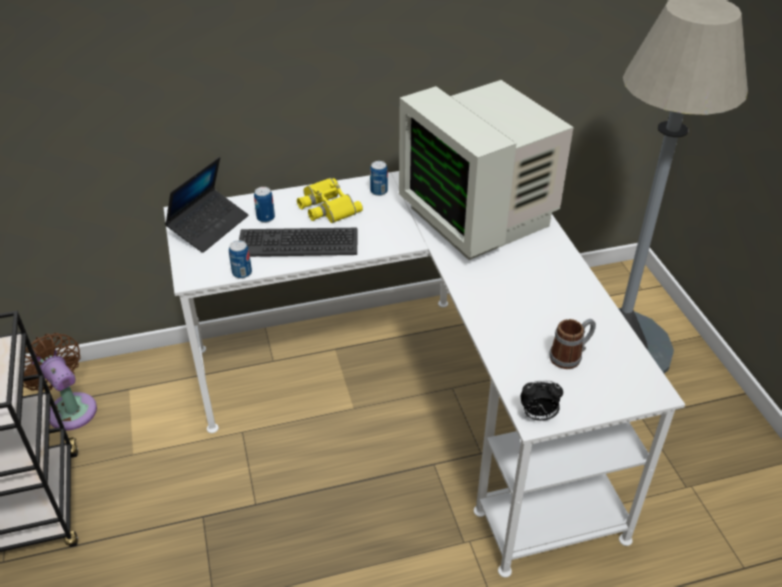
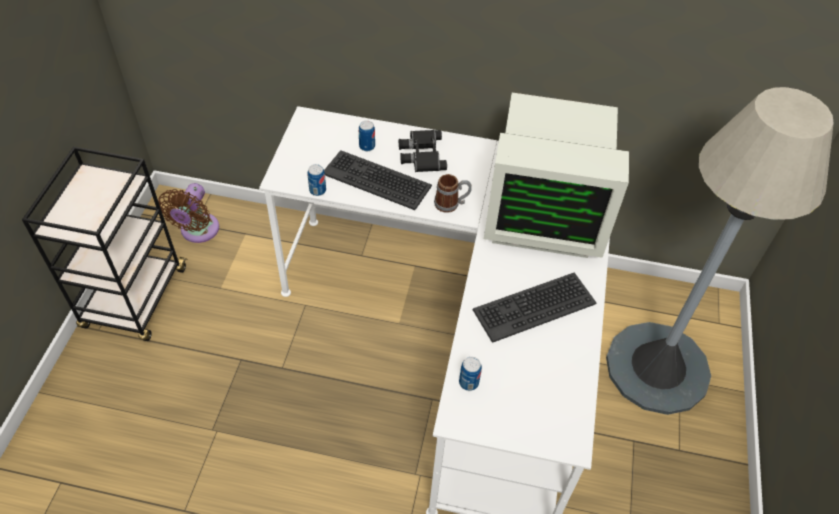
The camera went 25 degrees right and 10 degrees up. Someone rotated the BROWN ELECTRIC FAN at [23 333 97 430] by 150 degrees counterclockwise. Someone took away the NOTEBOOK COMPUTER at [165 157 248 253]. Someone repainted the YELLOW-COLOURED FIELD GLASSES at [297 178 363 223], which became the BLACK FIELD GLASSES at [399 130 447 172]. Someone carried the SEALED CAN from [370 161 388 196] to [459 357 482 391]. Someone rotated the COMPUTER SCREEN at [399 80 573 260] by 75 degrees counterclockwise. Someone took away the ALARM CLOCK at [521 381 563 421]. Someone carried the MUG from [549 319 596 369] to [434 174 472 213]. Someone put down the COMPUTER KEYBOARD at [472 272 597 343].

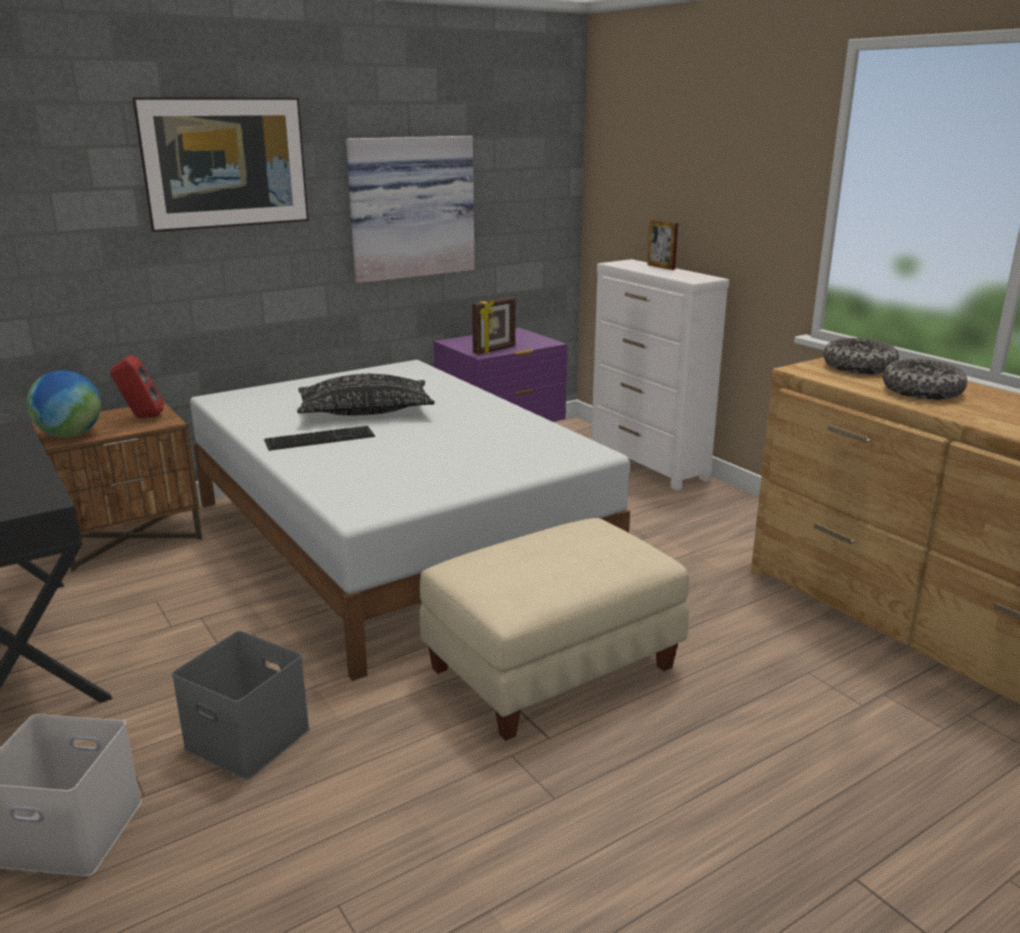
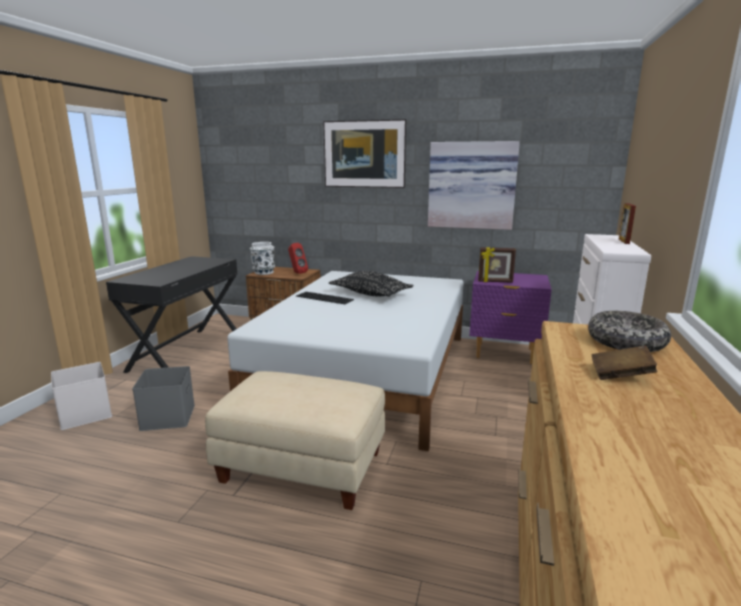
The camera went 50 degrees right and 5 degrees down. Someone swapped the GLOBE at [27 370 101 437] for the WHITE FLOWER VASE at [250 242 275 275]. Someone swapped the DEEP DISH at [883 359 967 400] for the BROWN BOUND BOOK at [591 346 658 380].

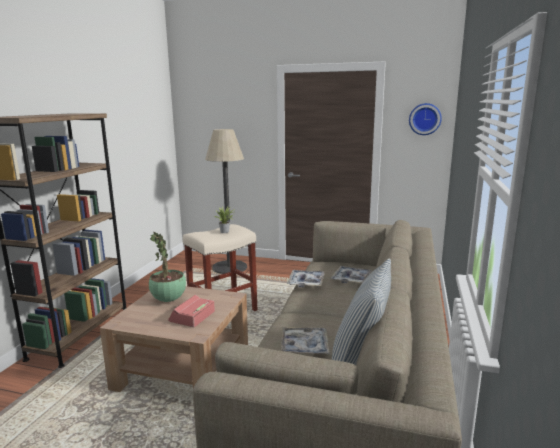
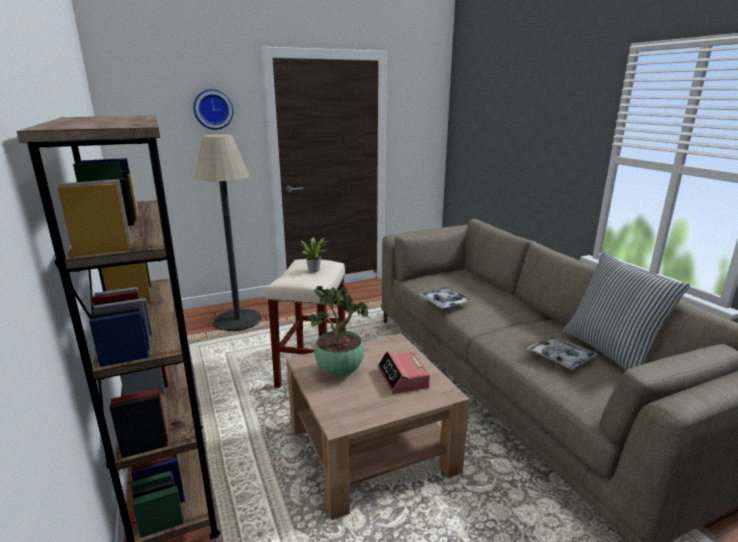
The camera went 40 degrees left and 5 degrees up. Someone took away the CARRYING TRAY at [331 266 372 284]. Someone carried the CLOCK ON THE WALL from [409 103 442 135] to [193 89 233 130].

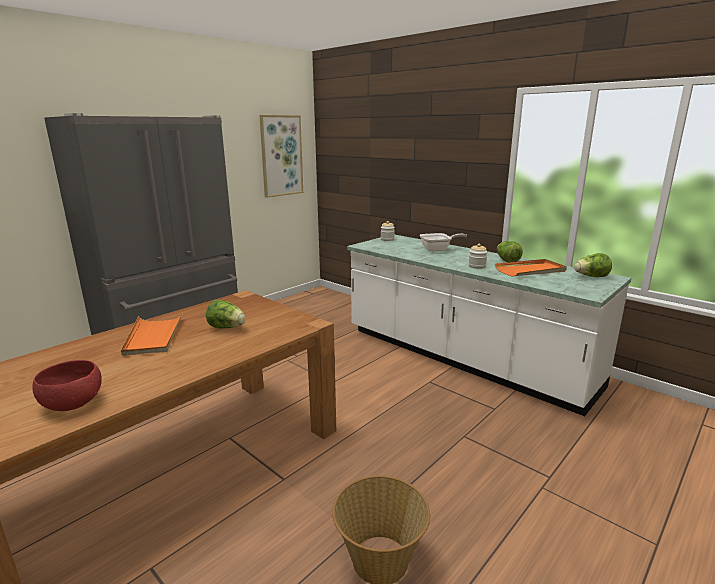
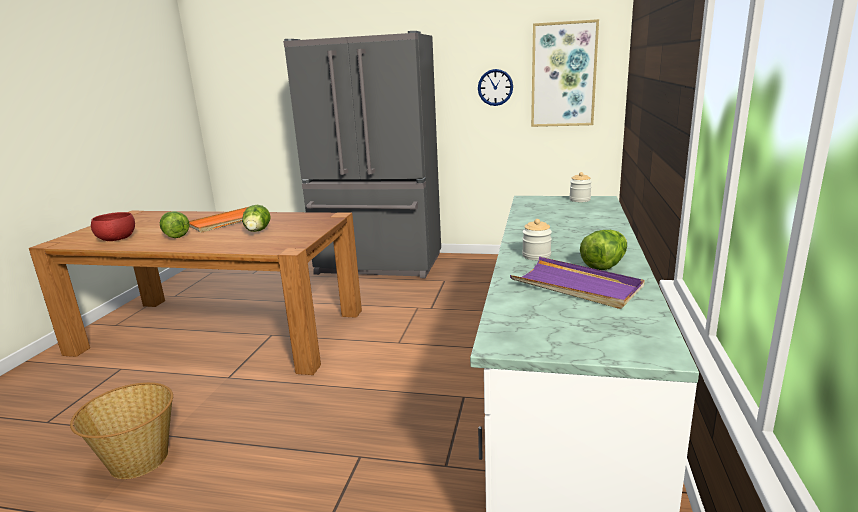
The camera went 60 degrees right and 0 degrees up. Someone took away the FRYING PAN at [420 233 467 252]. Someone repainted the ORANGEY CARRYING TRAY at [495 259 567 277], which became the PURPLE CARRYING TRAY at [510 257 645 309]. Someone carried the LETTUCE HEAD from [574 253 612 277] to [160 211 190 238]. Someone put up the CLOCK ON THE WALL at [478 69 513 106].

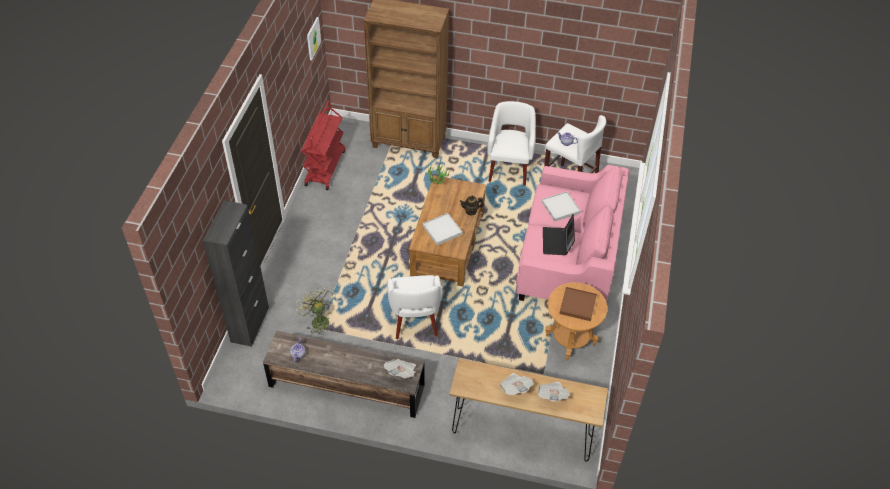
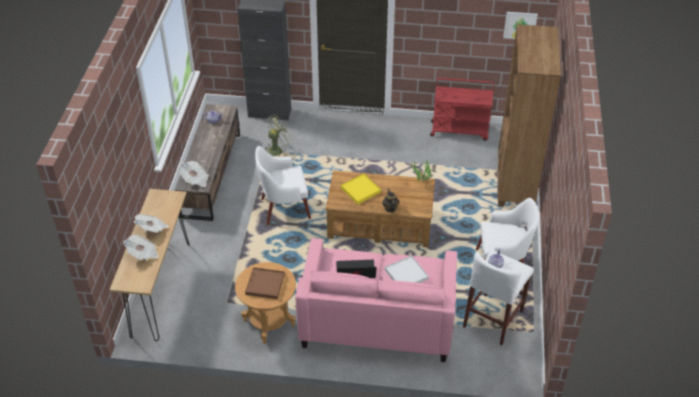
The camera went 85 degrees right and 5 degrees down. Someone repainted the WHITE CARRYING TRAY at [423 213 463 245], which became the YELLOW-COLOURED CARRYING TRAY at [341 174 381 204].

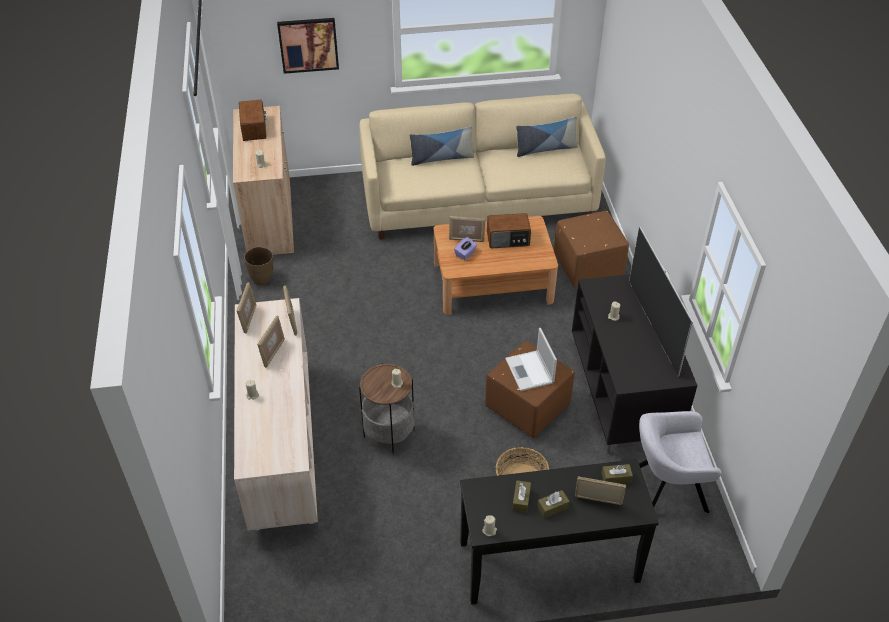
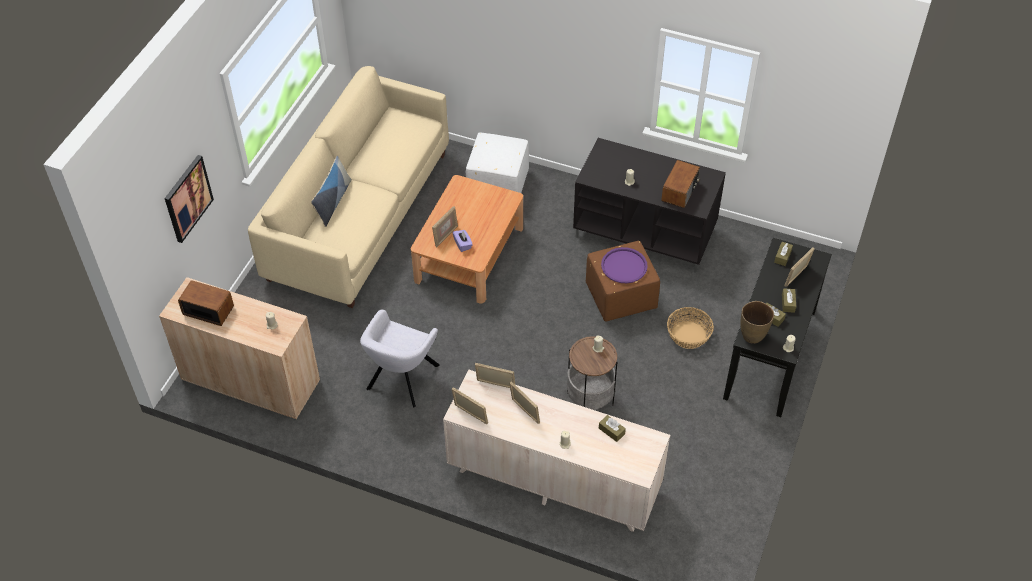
The camera went 60 degrees left and 5 degrees up. Someone carried the BROWN FLOWER VASE from [244 247 273 285] to [740 301 774 344]. Someone carried the RADIO SET from [487 213 531 248] to [661 160 700 208]. Someone swapped the NOTEBOOK COMPUTER at [505 328 557 391] for the PURPLE CARRYING TRAY at [601 247 648 283]. Someone took away the THROW PILLOW at [516 117 578 157]. Someone repainted the BROWN POUFFE at [554 211 629 286], which became the WHITE POUFFE at [466 132 529 193]. Someone took away the TELEVISION at [629 227 693 377]. Someone carried the GRAY EASY CHAIR from [639 411 722 513] to [360 310 440 407]. Someone put down the BROWN TISSUE HOLDER at [599 415 626 442].

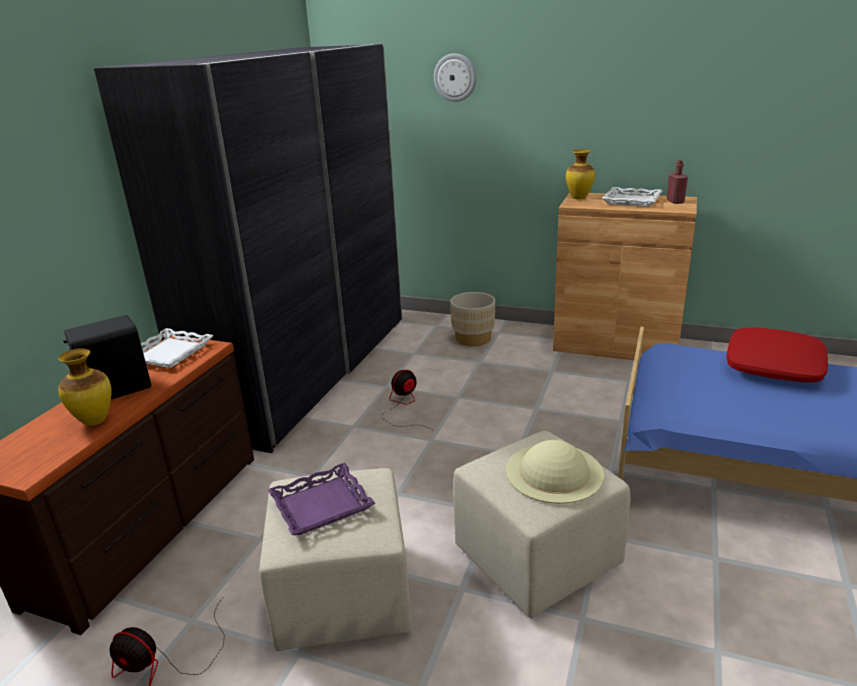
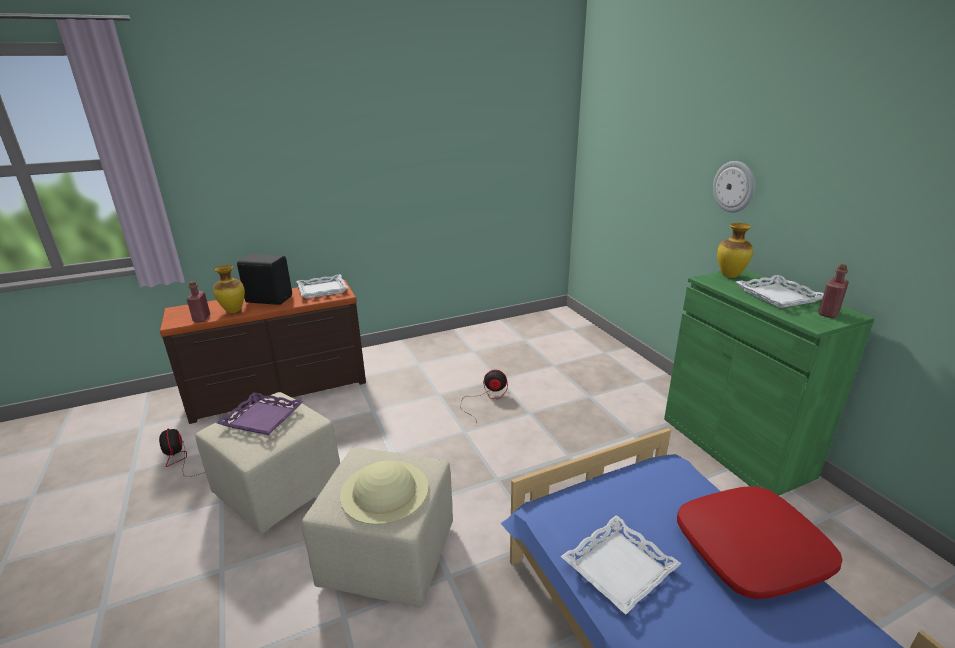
The camera went 45 degrees right and 0 degrees up. Someone took away the GRAY CLOTHES CUPBOARD at [94 44 402 453]. Someone carried the CLOCK ON THE WALL from [434 53 477 102] to [713 161 755 213]. Someone took away the BEIGE PLANTER at [450 292 495 346]. Someone repainted the BROWN STORAGE CABINET at [553 192 697 360], which became the GREEN STORAGE CABINET at [664 269 874 496]. Someone put down the RED BEVERAGE BOTTLE at [187 281 210 322]. Someone put down the WHITE CARRYING TRAY at [561 515 682 615].

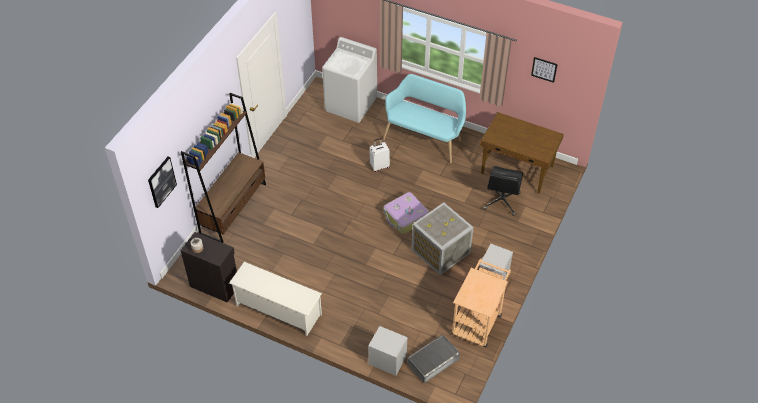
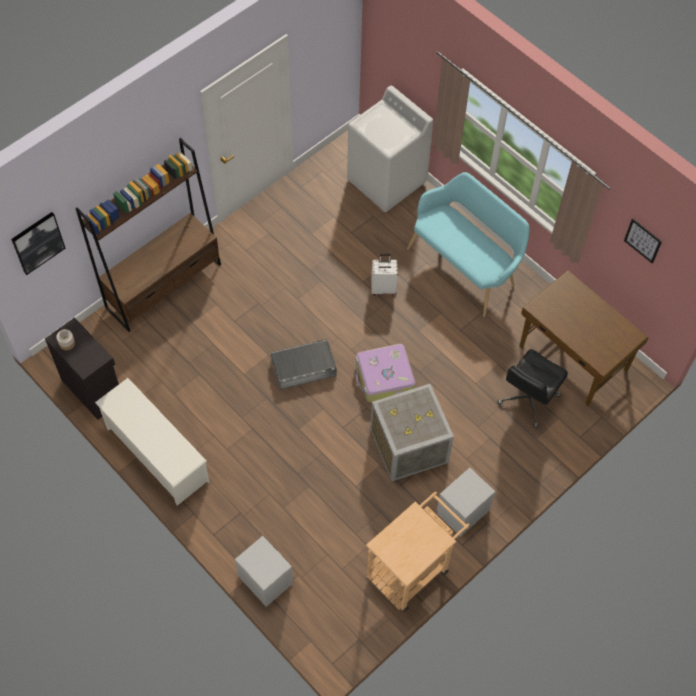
The camera went 20 degrees right and 10 degrees up. Someone carried the GRAY STORAGE BIN from [407 335 460 383] to [271 339 337 390].

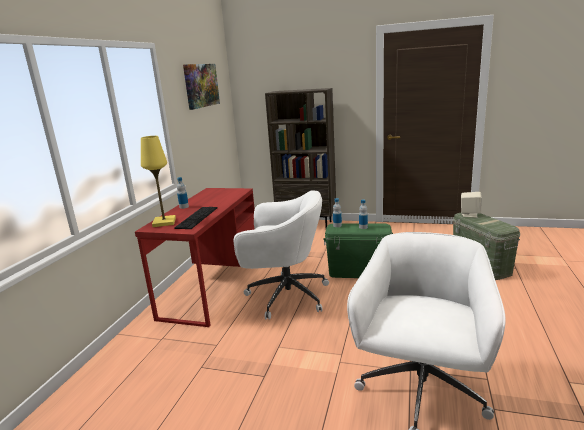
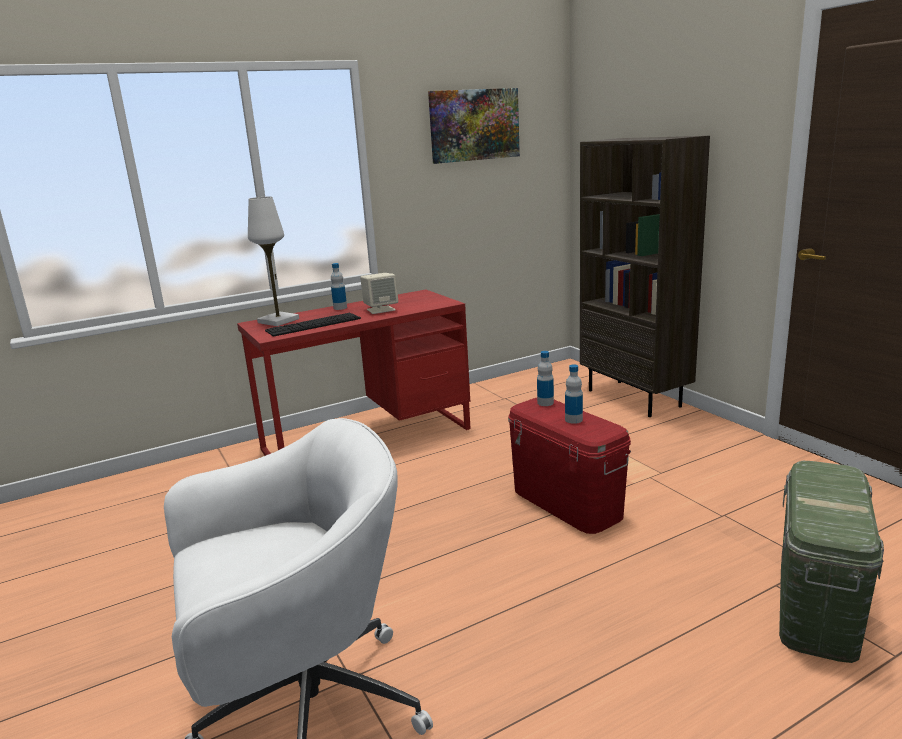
The camera went 45 degrees right and 0 degrees up. Someone repainted the YELLOW-COLOURED TABLE LAMP at [141 136 176 227], which became the WHITE TABLE LAMP at [248 197 299 326]. Someone took away the WHITE DESK CHAIR at [234 190 329 320]. Someone repainted the GREEN STORAGE BIN at [324 223 393 278], which became the RED STORAGE BIN at [508 398 631 534]. Someone carried the BEIGE LOUDSPEAKER from [461 192 482 218] to [360 273 398 314].

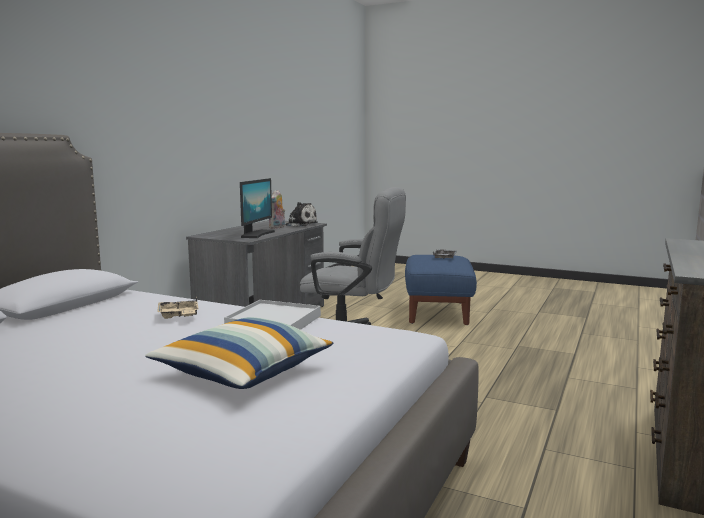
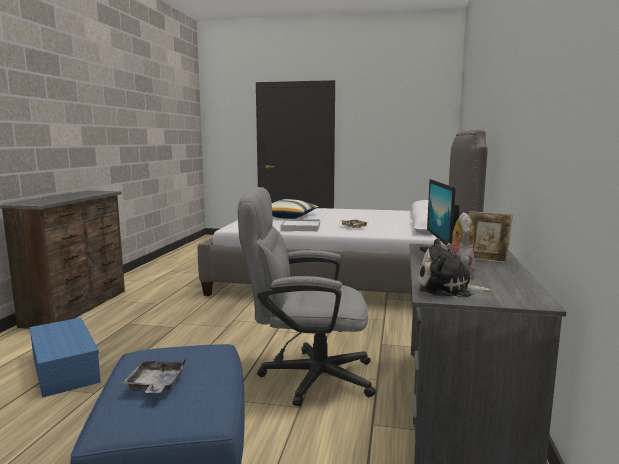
The camera went 165 degrees right and 0 degrees up. Someone put down the BLUE-COLOURED STORAGE BIN at [29 318 101 398]. Someone put down the STANDING FRAME at [469 211 513 264].

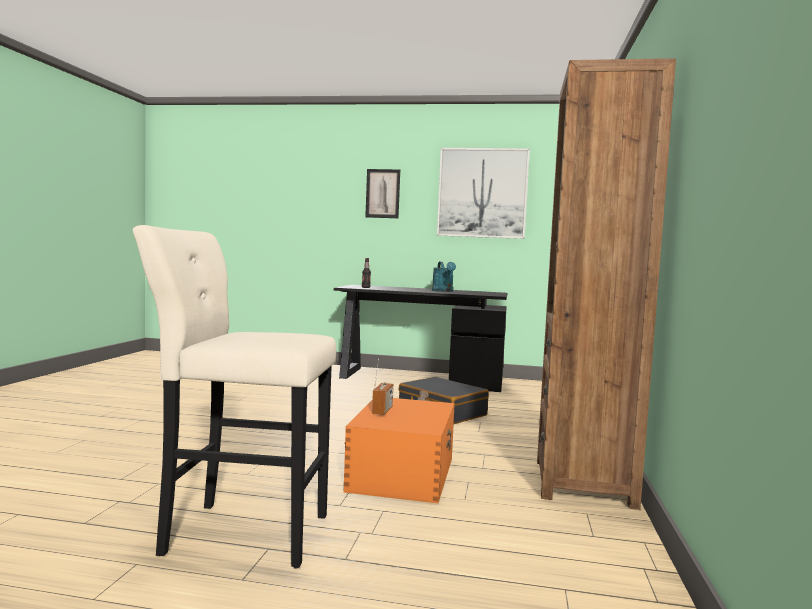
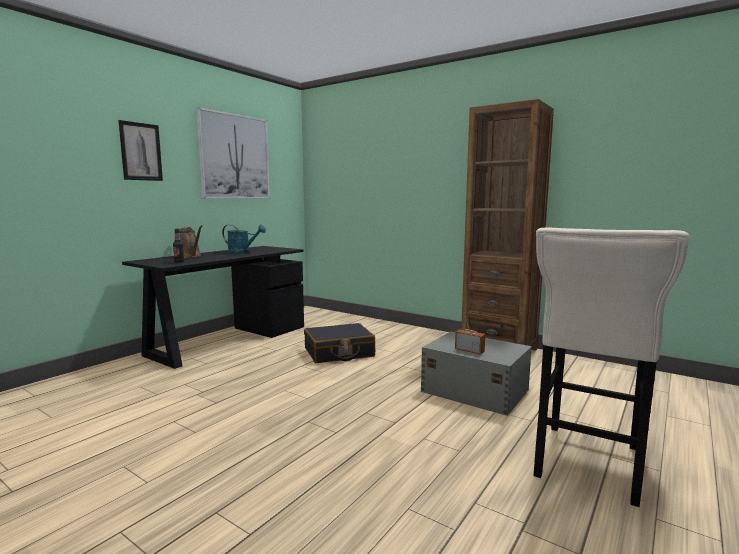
The camera went 65 degrees left and 5 degrees up. Someone repainted the ORANGEY STORAGE BIN at [343 398 455 503], which became the GRAY STORAGE BIN at [421 331 532 416]. Someone put down the BROWN WATERING POT at [179 225 202 258].

